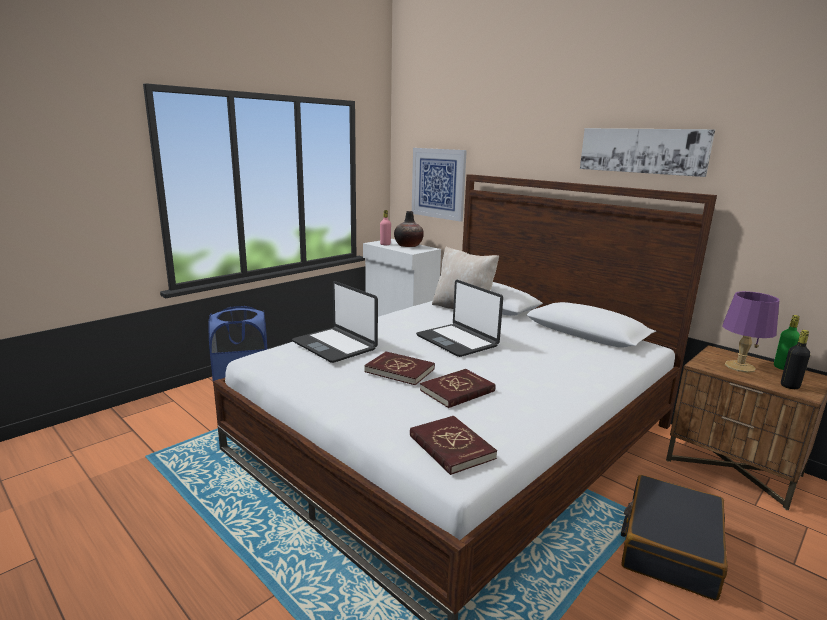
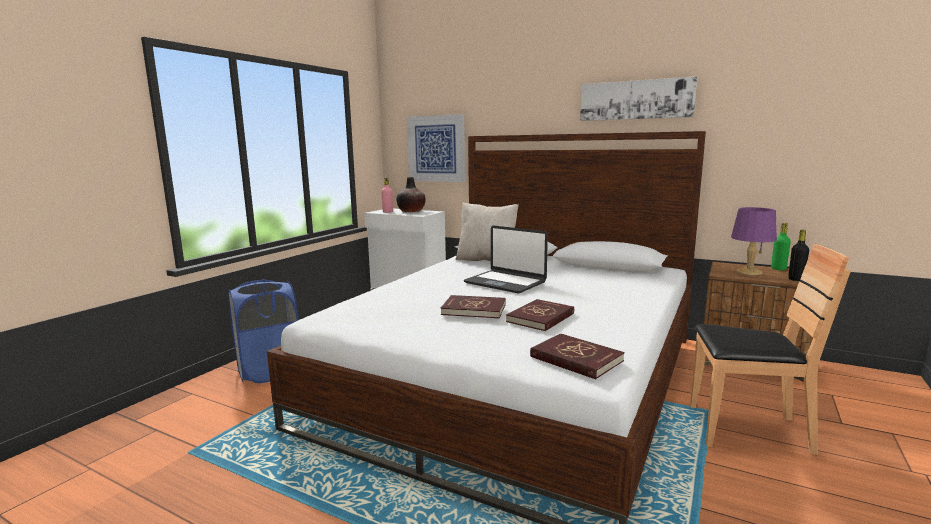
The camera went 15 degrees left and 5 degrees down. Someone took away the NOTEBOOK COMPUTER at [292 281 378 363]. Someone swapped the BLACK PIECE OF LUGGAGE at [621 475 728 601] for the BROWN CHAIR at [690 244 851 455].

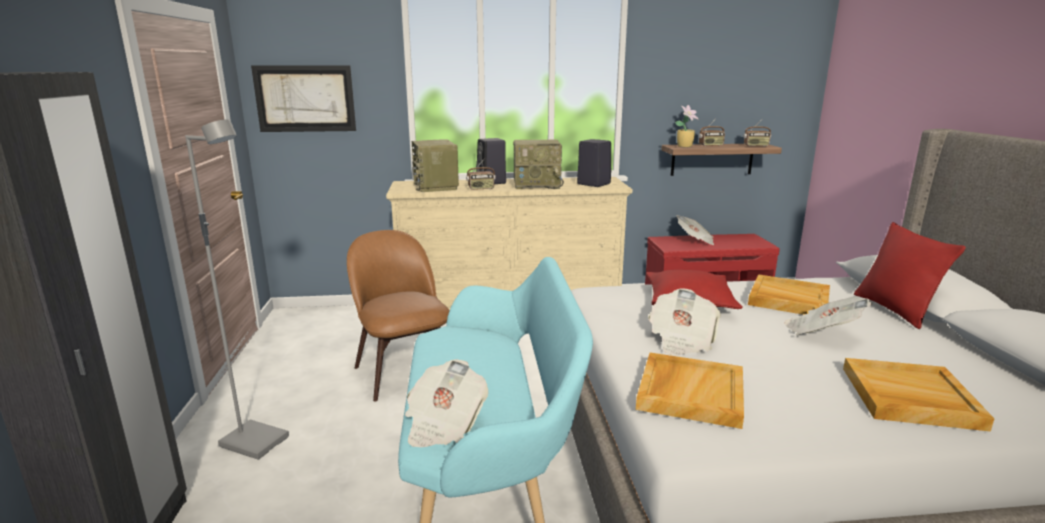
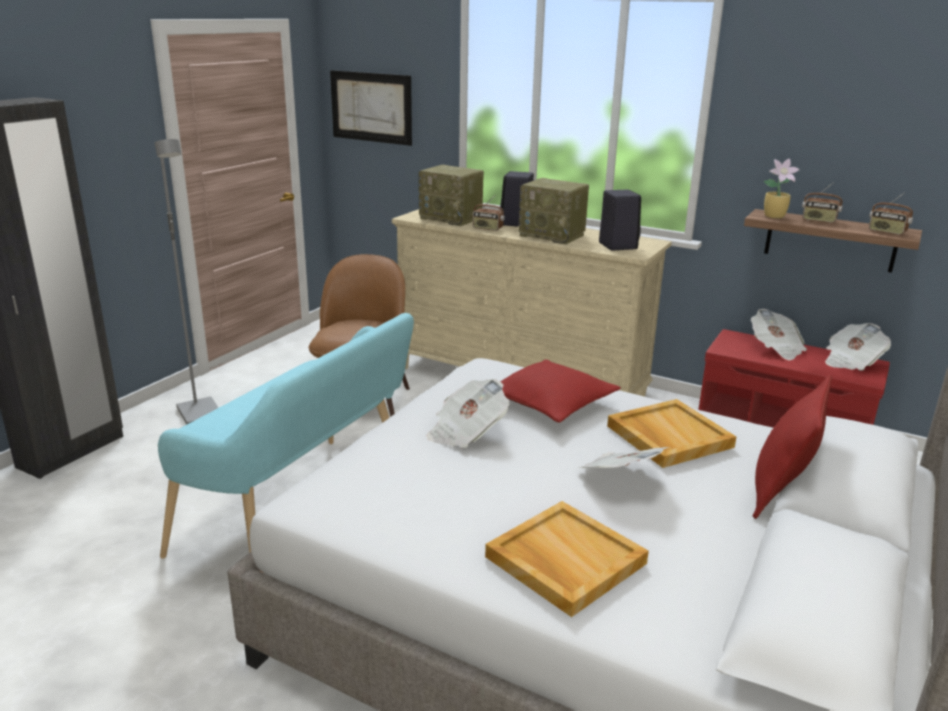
The camera went 35 degrees right and 5 degrees up. Someone carried the PRINTED PAPER from [405 359 488 448] to [825 323 891 371]. Someone rotated the RADIO SET at [412 139 459 192] by 75 degrees counterclockwise. Someone took away the BEIGE CARRYING TRAY at [636 352 744 429].

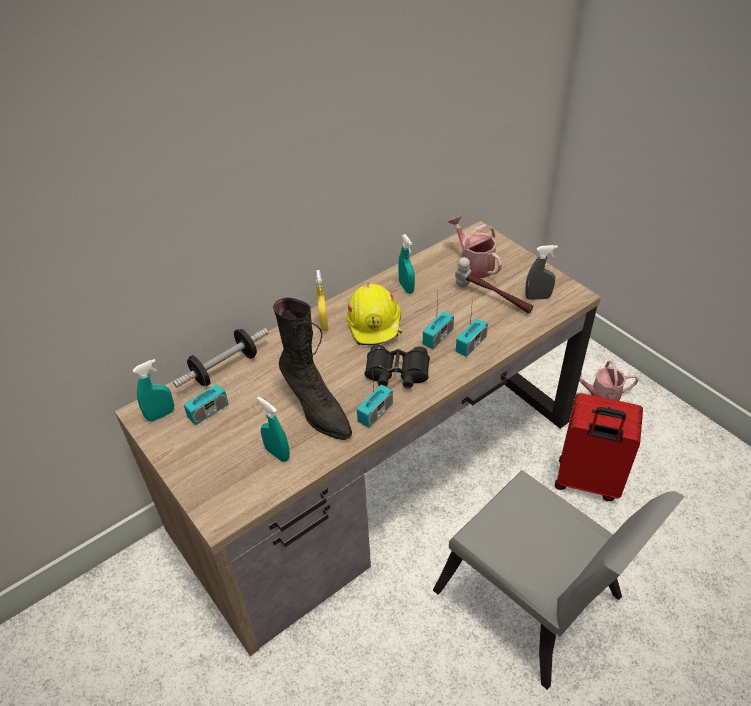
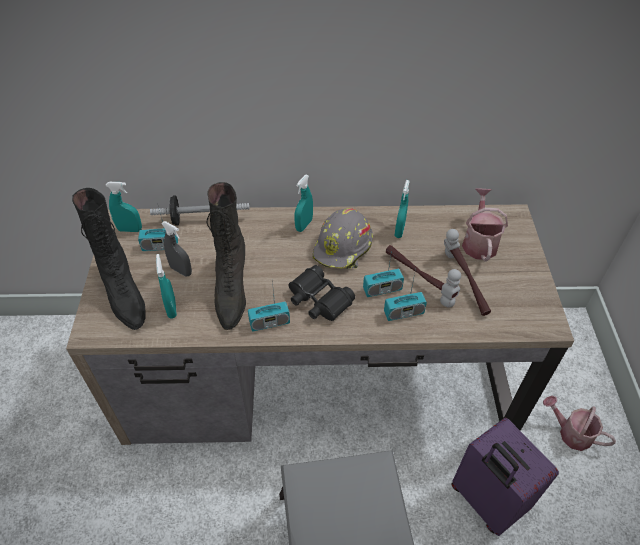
The camera went 35 degrees right and 5 degrees up. Someone repainted the YELLOW-COLOURED SPRAY BOTTLE at [316 270 328 331], which became the BLUE-GREEN SPRAY BOTTLE at [295 175 313 232]. Someone repainted the YELLOW-COLOURED SAFETY HELMET at [347 283 402 345], which became the GRAY SAFETY HELMET at [313 208 373 269]. Someone carried the GRAY SPRAY BOTTLE from [525 245 558 300] to [161 221 192 277]. Someone repainted the RED PIECE OF LUGGAGE at [555 393 643 501], which became the PURPLE PIECE OF LUGGAGE at [451 418 559 536]. Someone put down the BLACK TALL BOOT at [72 188 145 330]. Someone put down the TOOL HAMMER at [386 245 461 308].

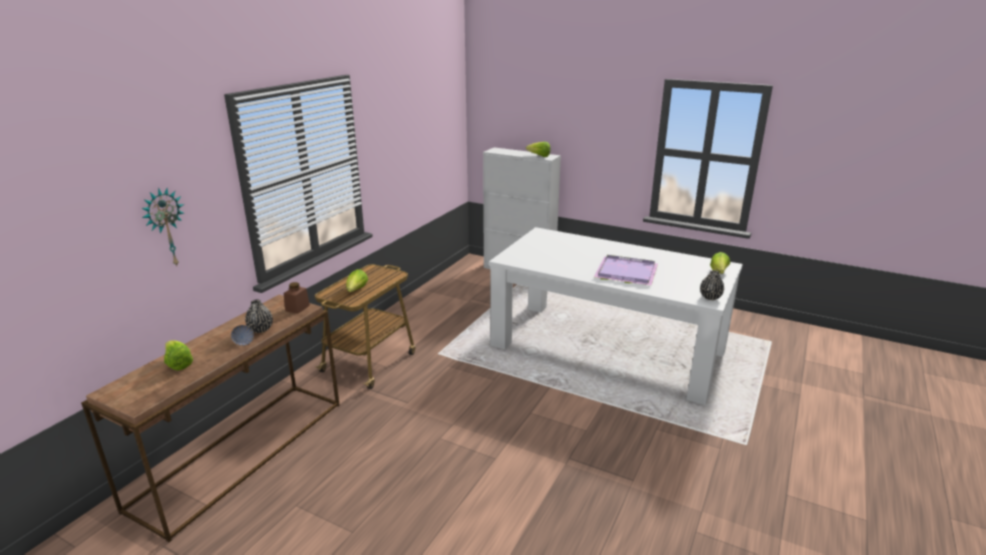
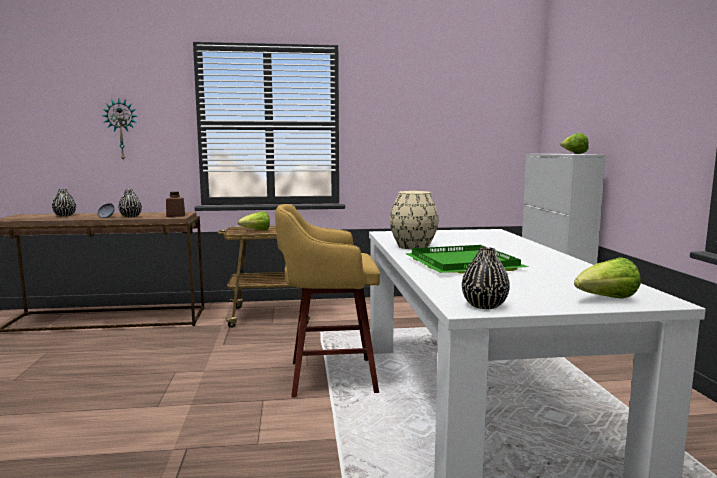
The camera went 55 degrees right and 15 degrees down. Someone swapped the LETTUCE HEAD at [164 340 193 371] for the BLACK FLOWER VASE at [52 189 76 217]. Someone repainted the PURPLE CARRYING TRAY at [594 255 658 286], which became the GREEN CARRYING TRAY at [405 245 528 273]. Someone put down the YELLOW-COLOURED STOOL at [275 204 380 397]. Someone put down the BEIGE FLOWER VASE at [390 191 439 249].

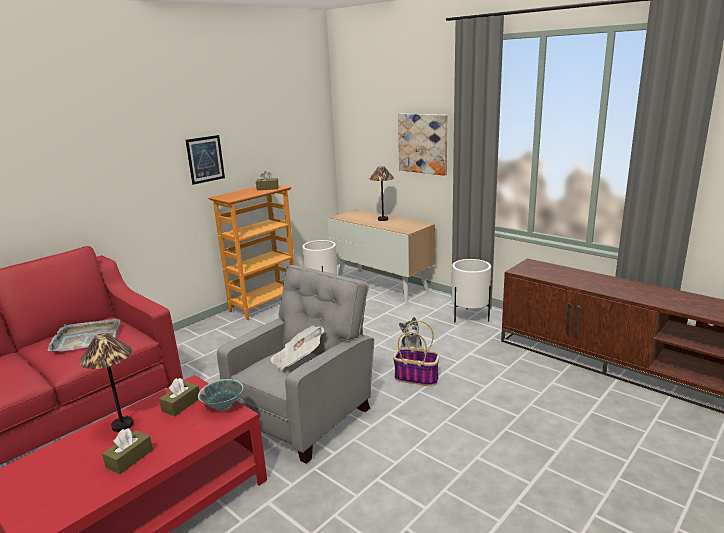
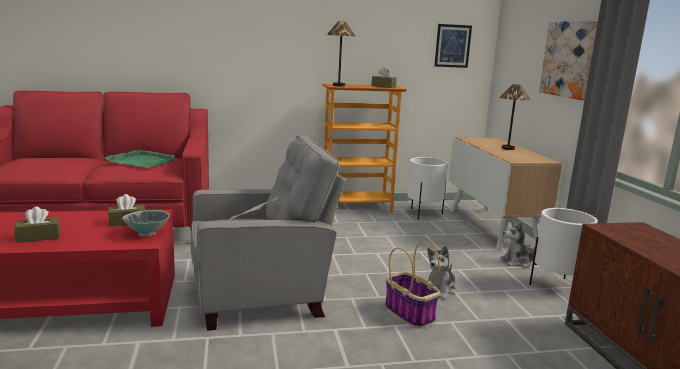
The camera went 35 degrees right and 5 degrees down. Someone repainted the GRAY CARRYING TRAY at [47 318 120 352], which became the GREEN CARRYING TRAY at [104 149 176 168]. Someone carried the TABLE LAMP from [79 333 133 432] to [327 21 355 86]. Someone carried the WALL PICTURE from [185 135 225 185] to [434 24 472 68]. Someone put down the PLUSH TOY at [500 222 535 268].

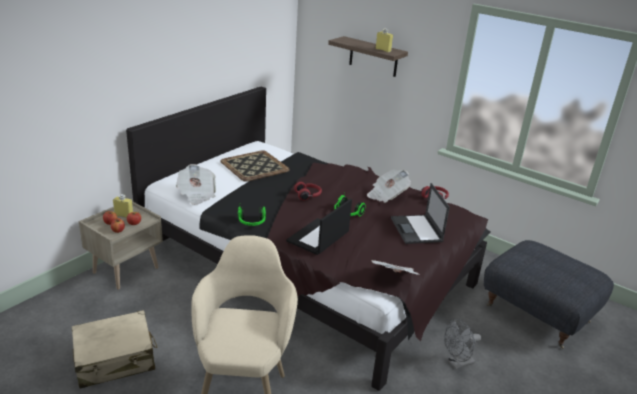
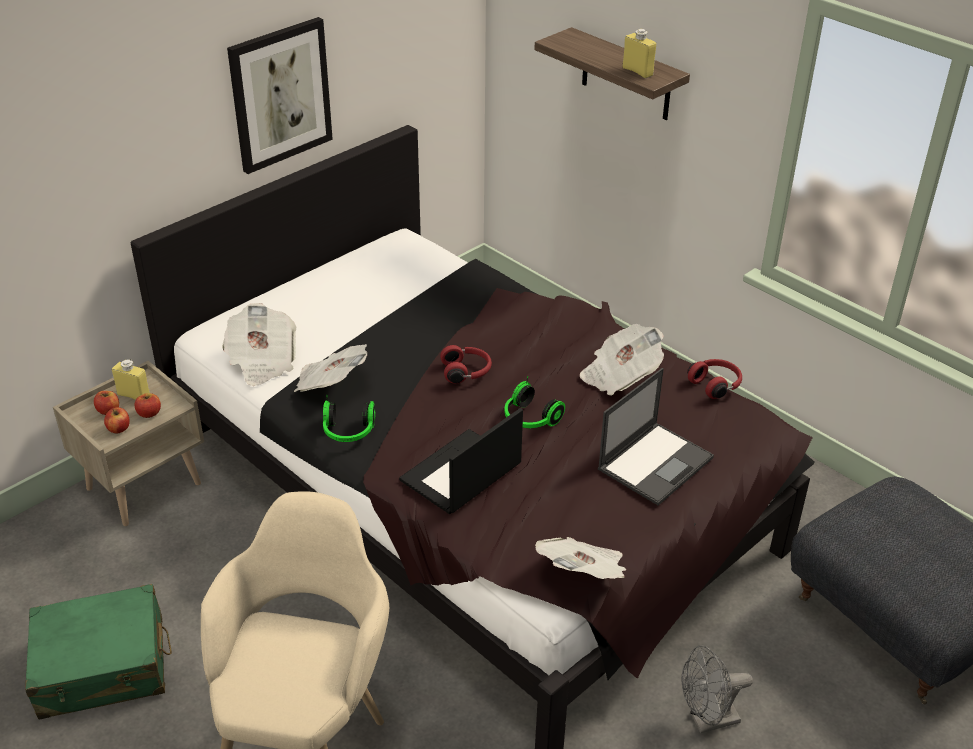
The camera went 10 degrees right and 10 degrees up. Someone repainted the BEIGE PIECE OF LUGGAGE at [72 310 158 389], which became the GREEN PIECE OF LUGGAGE at [25 584 172 720]. Someone took away the CARRYING TRAY at [220 150 290 182]. Someone rotated the NOTEBOOK COMPUTER at [391 183 450 244] by 135 degrees counterclockwise. Someone put up the WALL PICTURE at [227 17 333 174]. Someone put down the PRINTED PAPER at [294 344 368 392].

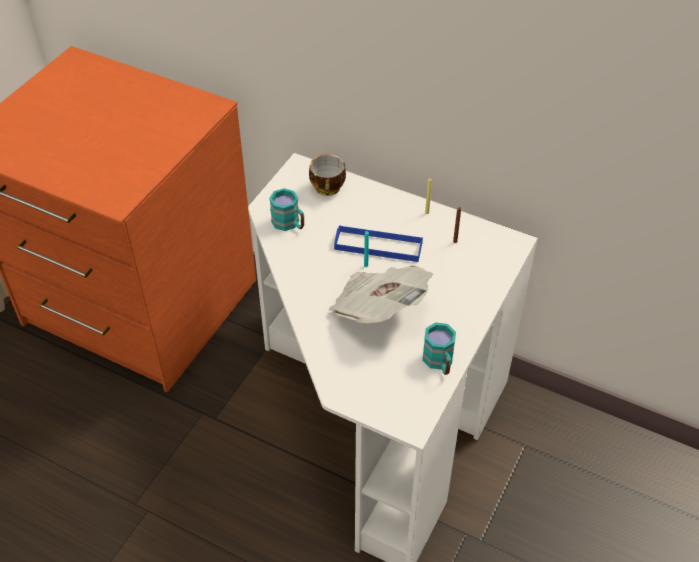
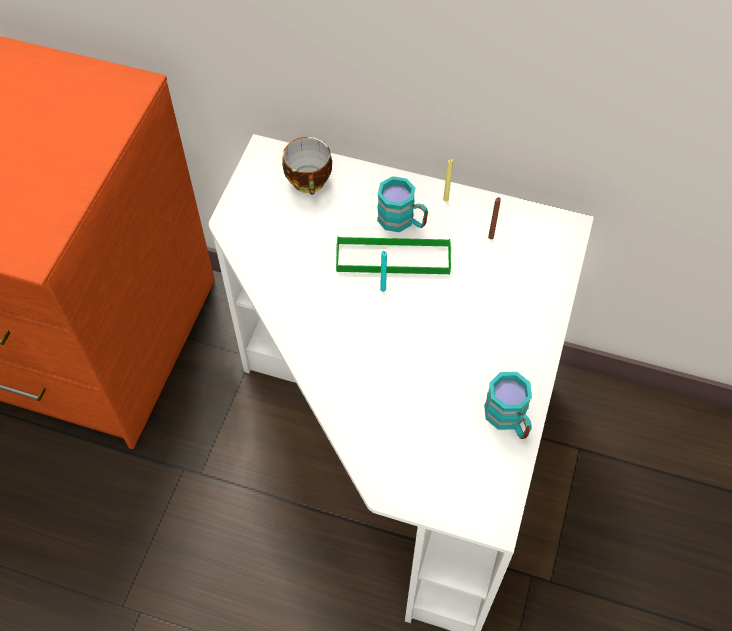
The camera went 10 degrees left and 10 degrees up. Someone carried the BLUE-GREEN MUG from [269 188 304 231] to [377 176 428 232]. Someone took away the PRINTED PAPER at [329 266 433 323]. Someone repainted the BLUE-COLOURED CARRYING TRAY at [334 225 423 262], which became the GREEN CARRYING TRAY at [336 236 451 274].

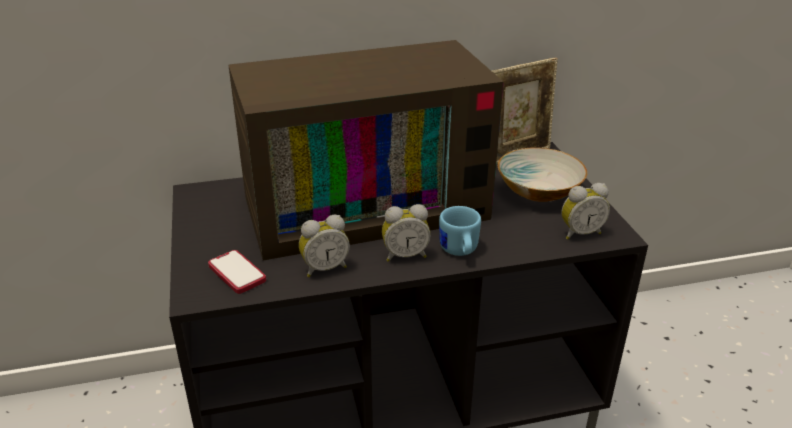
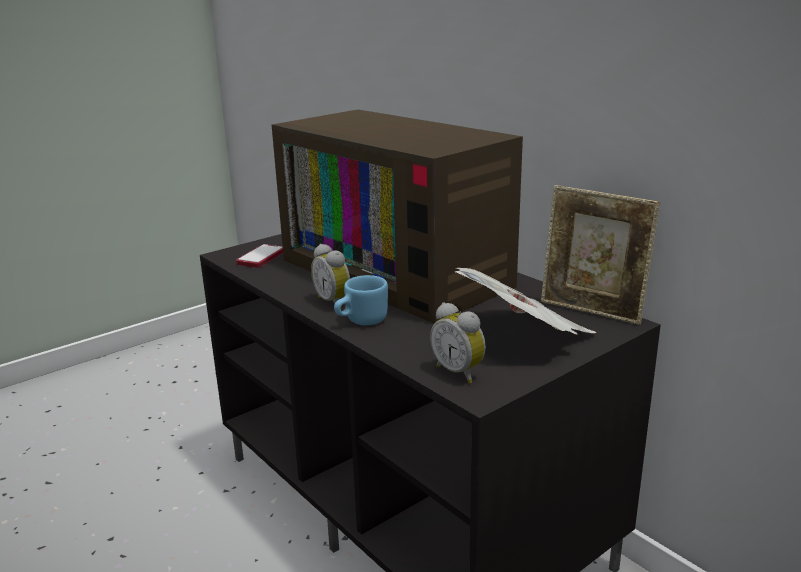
The camera went 65 degrees right and 10 degrees down. Someone took away the ALARM CLOCK at [299 215 350 277]. Someone swapped the DEEP DISH at [498 147 587 202] for the PRINTED PAPER at [454 268 596 335].

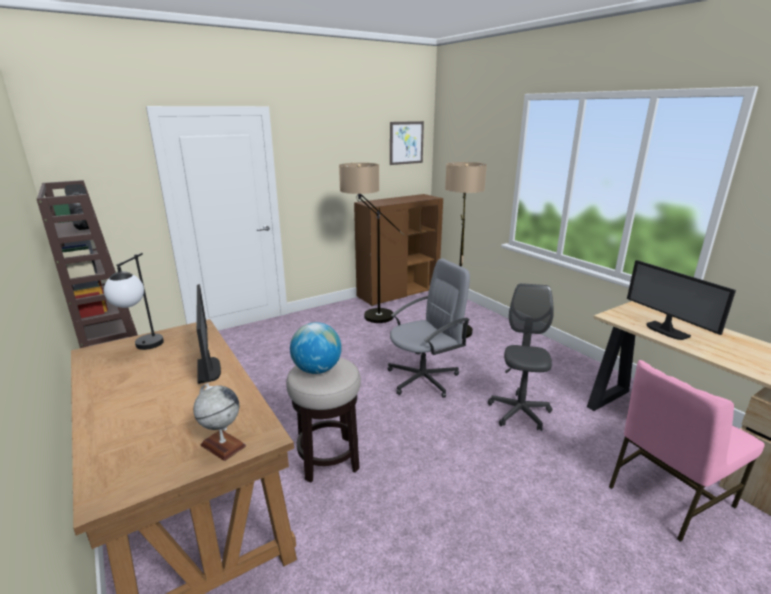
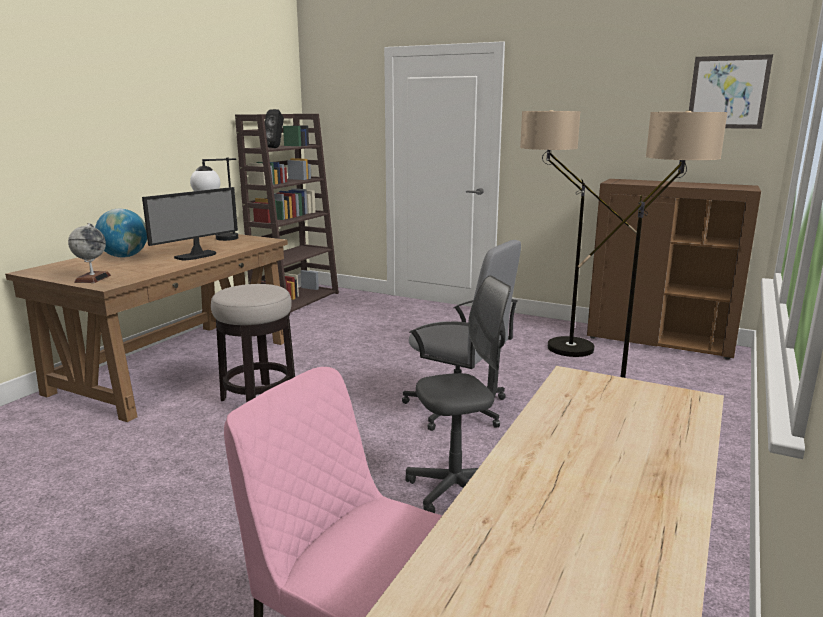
The camera went 60 degrees right and 5 degrees down. Someone carried the GLOBE from [290 322 342 374] to [95 209 147 257]. Someone took away the COMPUTER SCREEN at [627 260 736 340].

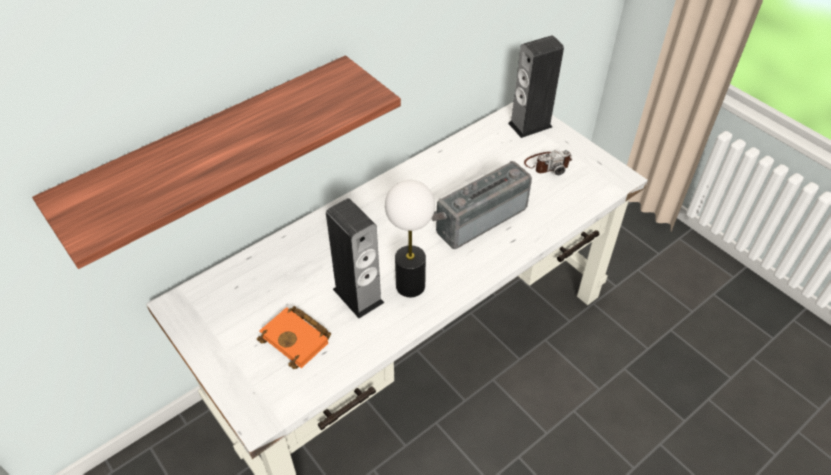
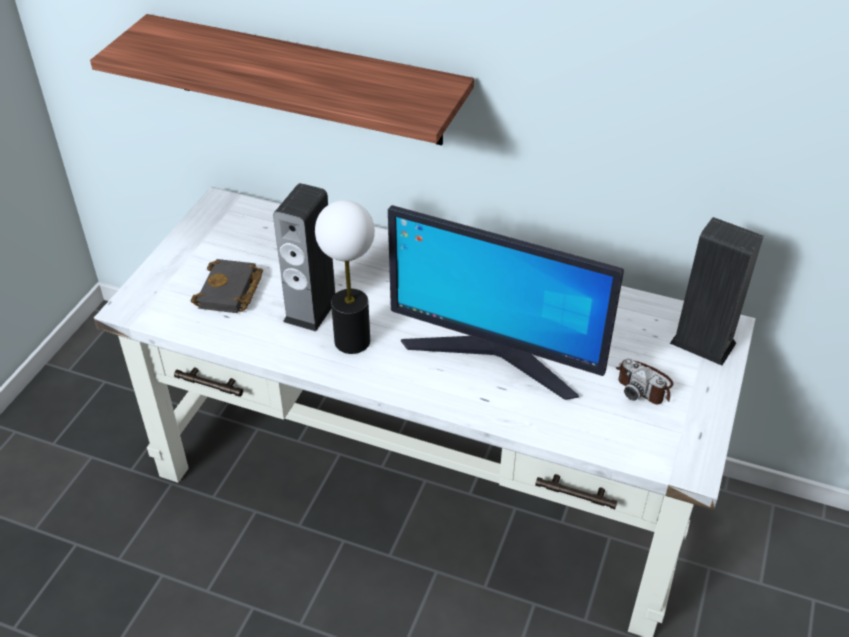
The camera went 60 degrees right and 5 degrees down. Someone repainted the ORANGEY BOUND BOOK at [257 306 331 369], which became the BLACK BOUND BOOK at [191 259 263 313]. Someone swapped the RADIO SET at [432 161 532 249] for the COMPUTER SCREEN at [388 205 624 400].

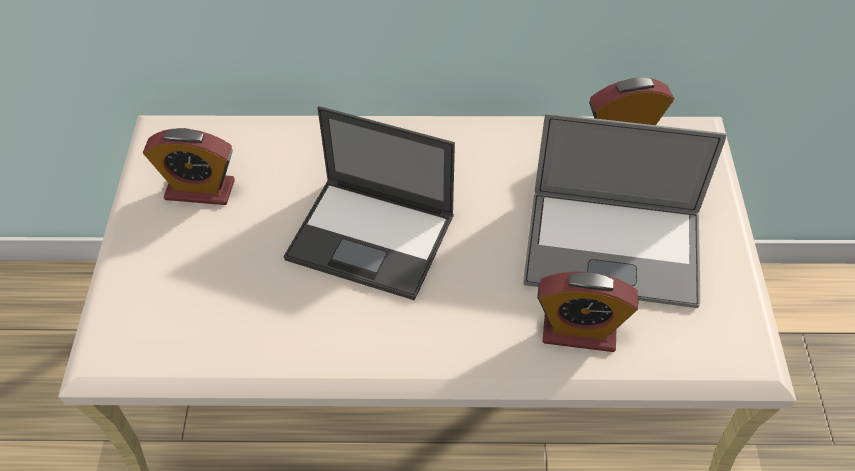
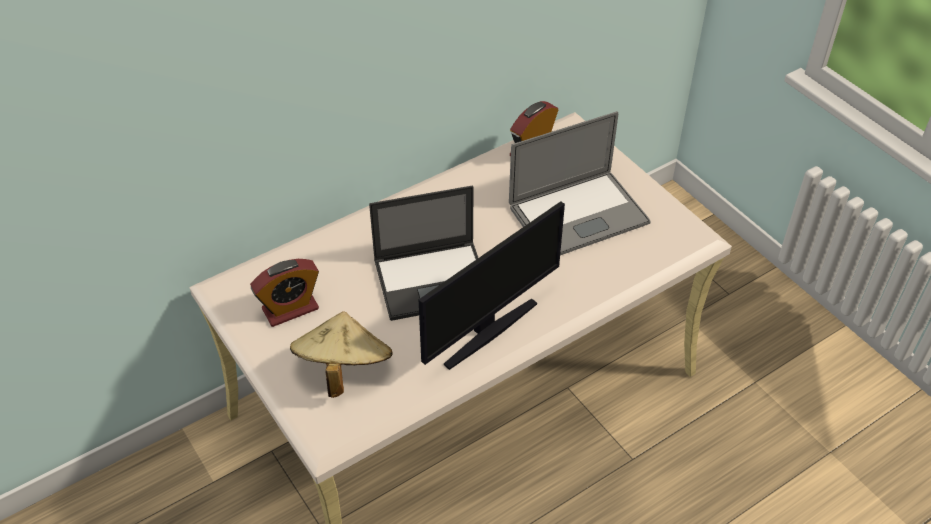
The camera went 35 degrees left and 5 degrees down. Someone took away the ALARM CLOCK at [537 271 638 352]. Someone put down the BEIGE HAT at [290 311 393 398]. Someone put down the COMPUTER SCREEN at [419 201 565 370].

